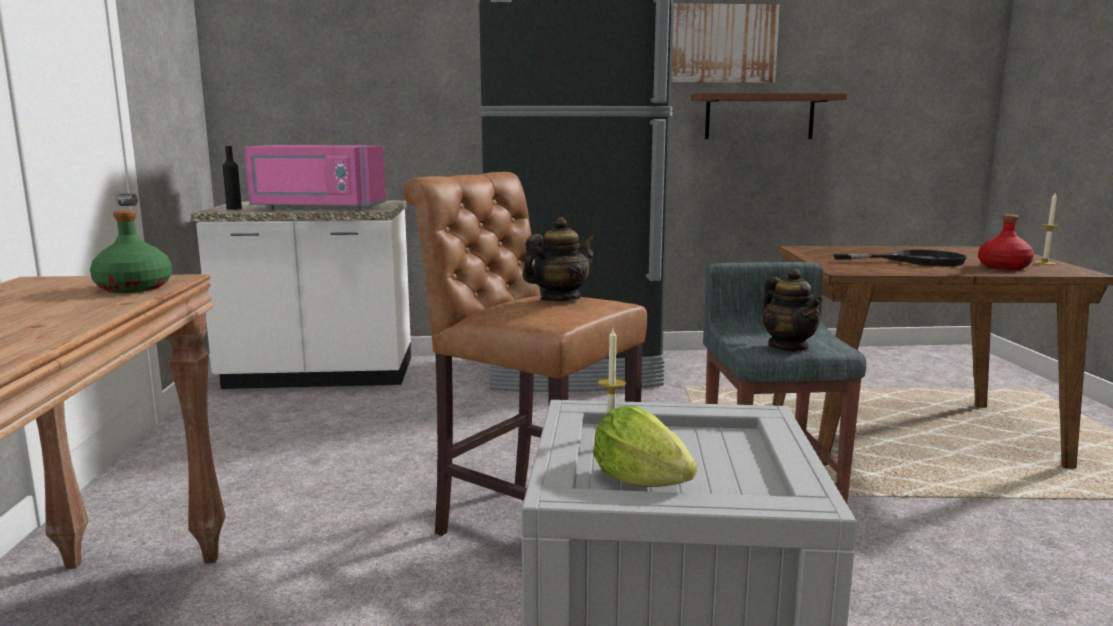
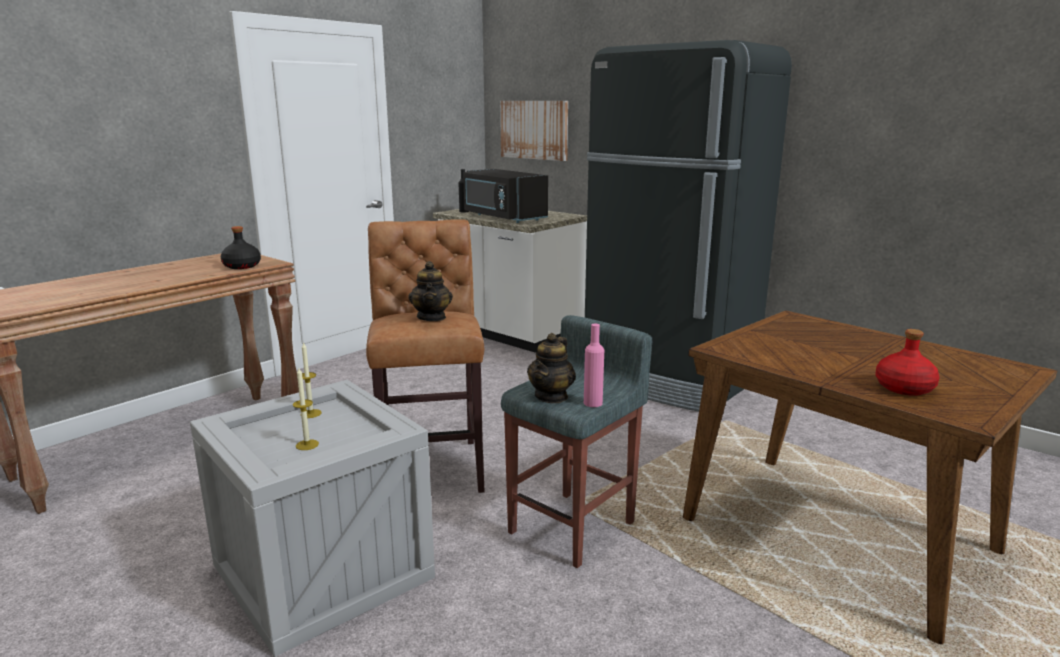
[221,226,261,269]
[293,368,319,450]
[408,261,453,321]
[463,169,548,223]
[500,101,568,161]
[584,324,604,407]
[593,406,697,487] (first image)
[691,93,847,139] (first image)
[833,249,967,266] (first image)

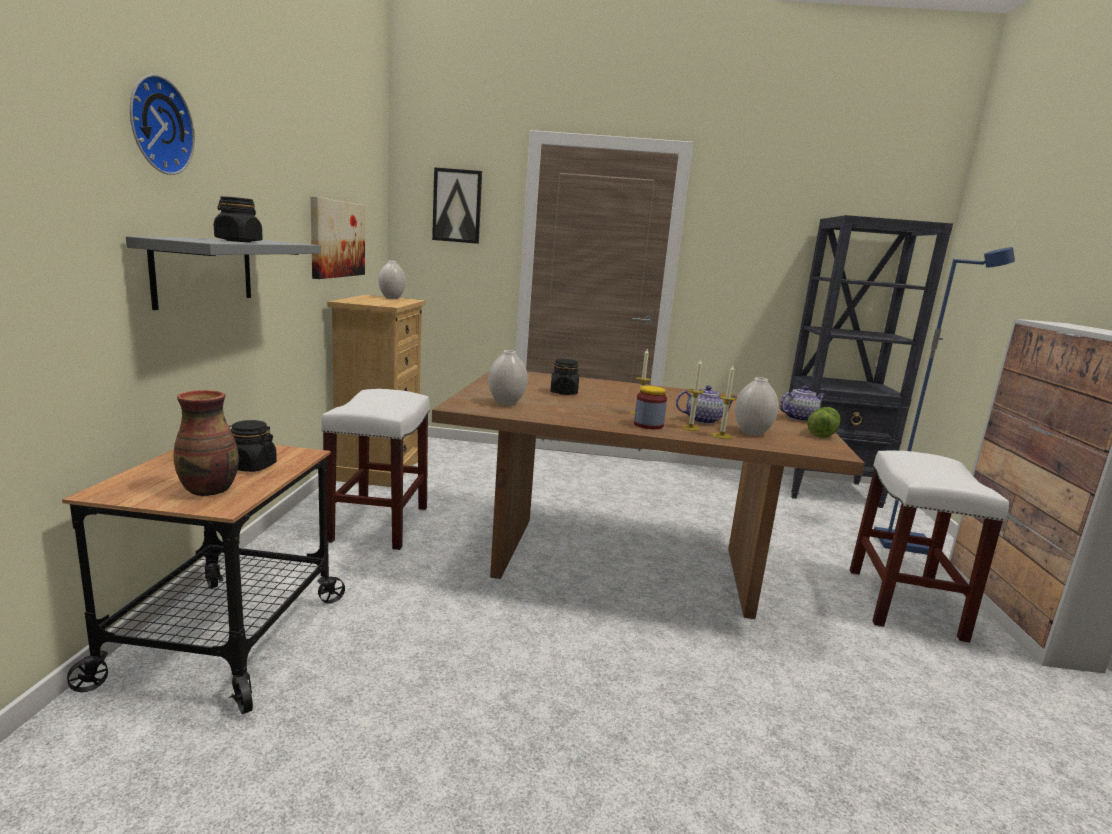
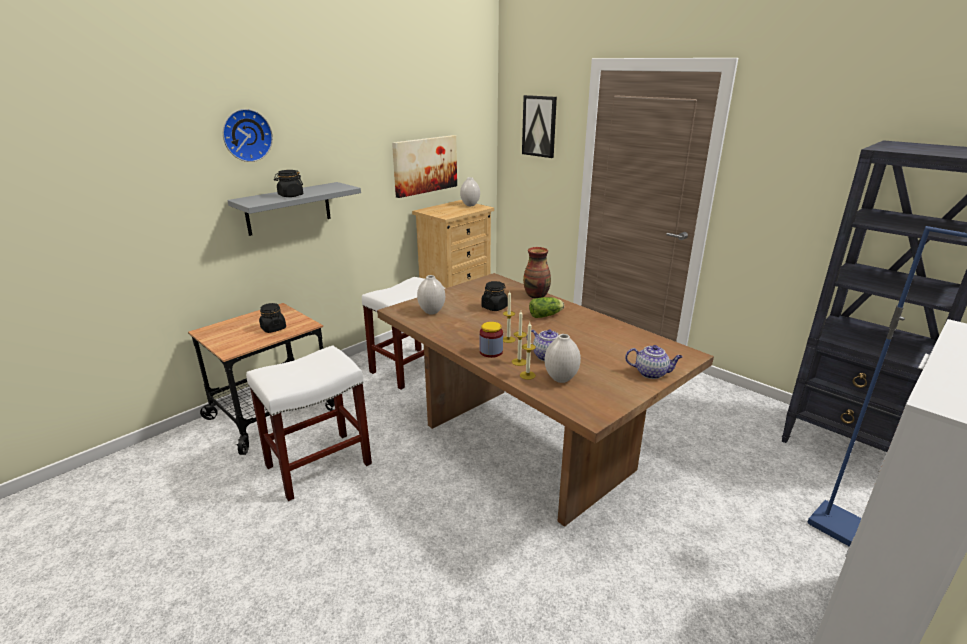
[246,346,372,502]
[523,247,551,298]
[529,297,564,318]

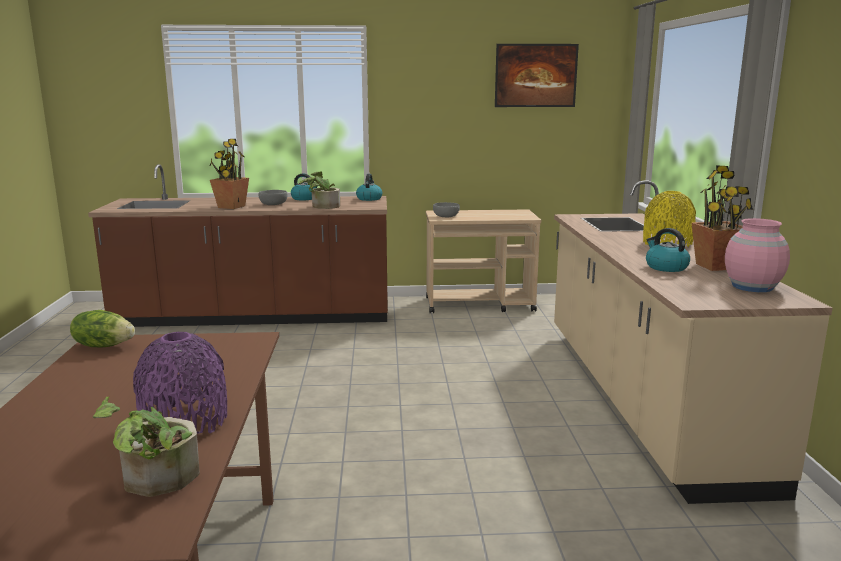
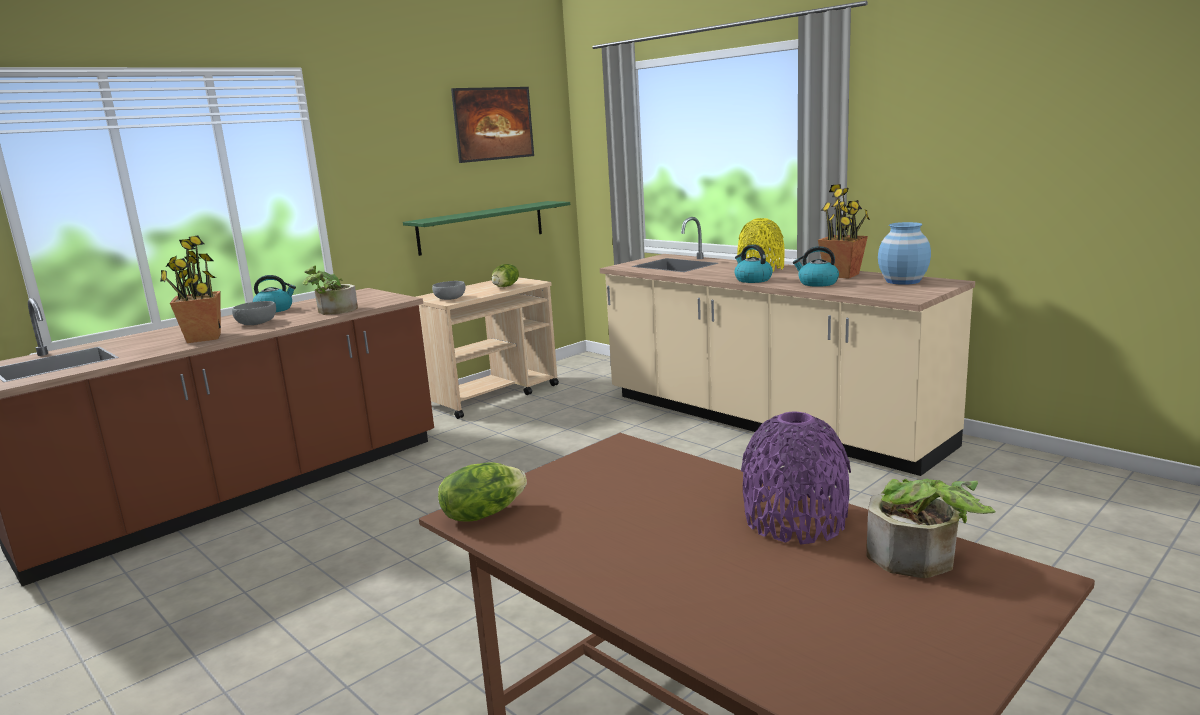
[403,201,570,256]
[492,264,519,287]
[734,244,773,283]
[878,222,931,285]

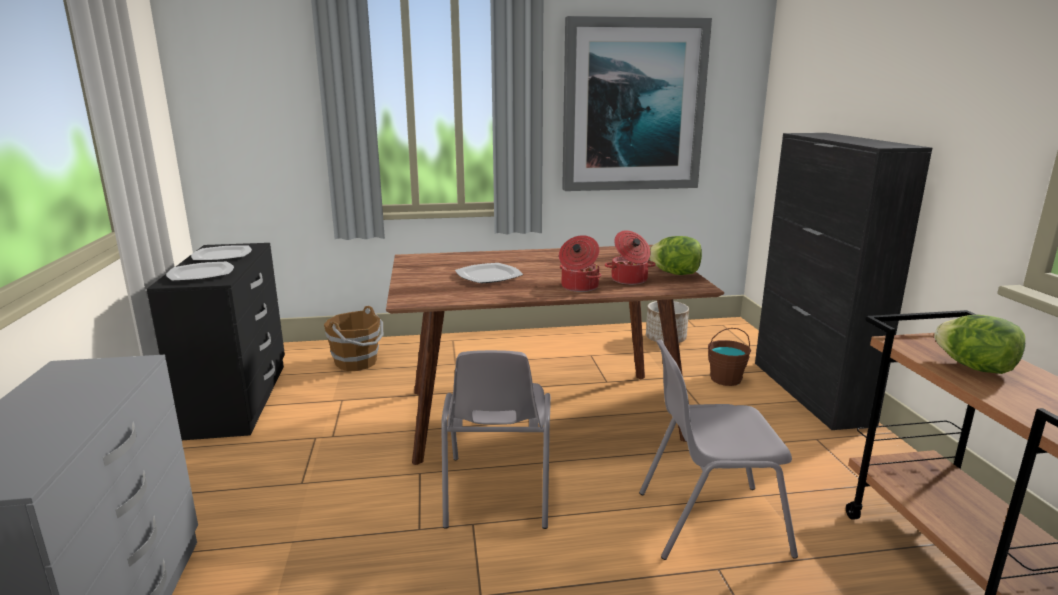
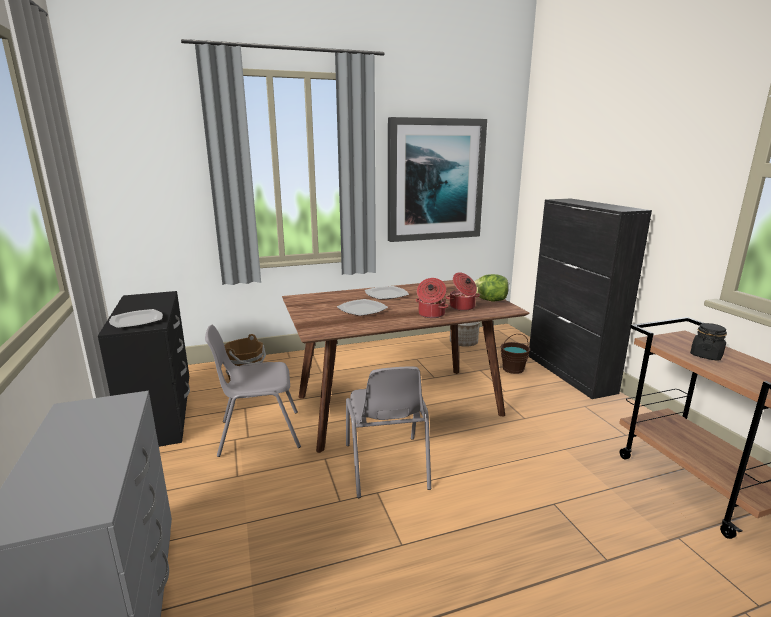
[205,325,301,457]
[365,286,409,300]
[690,323,727,360]

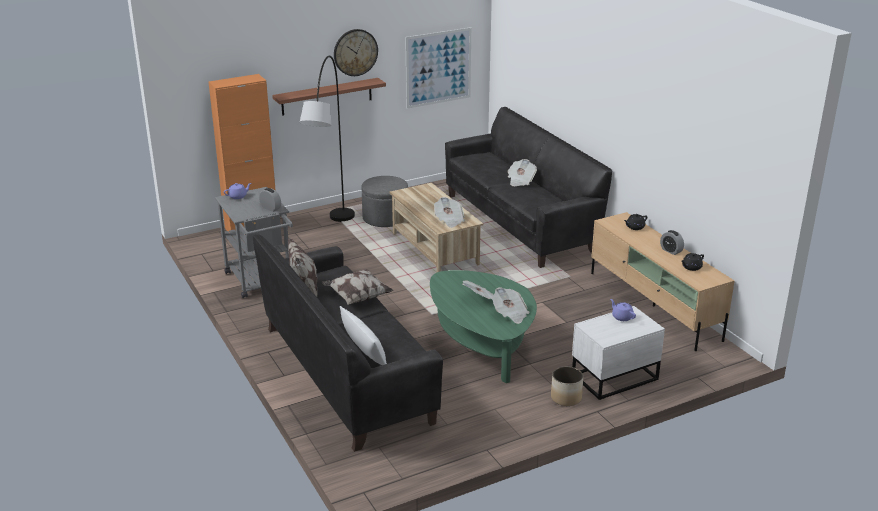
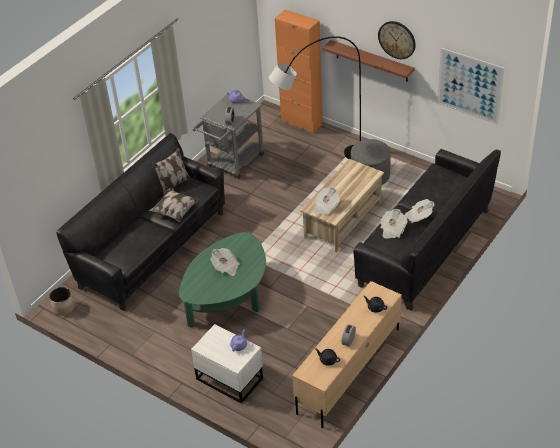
[49,287,75,316]
[380,209,408,239]
[340,306,387,365] (first image)

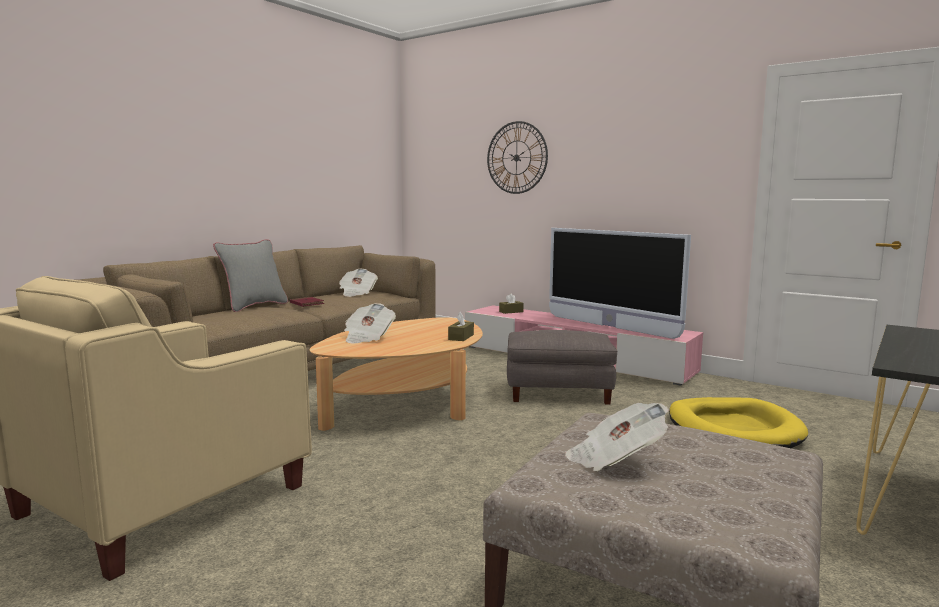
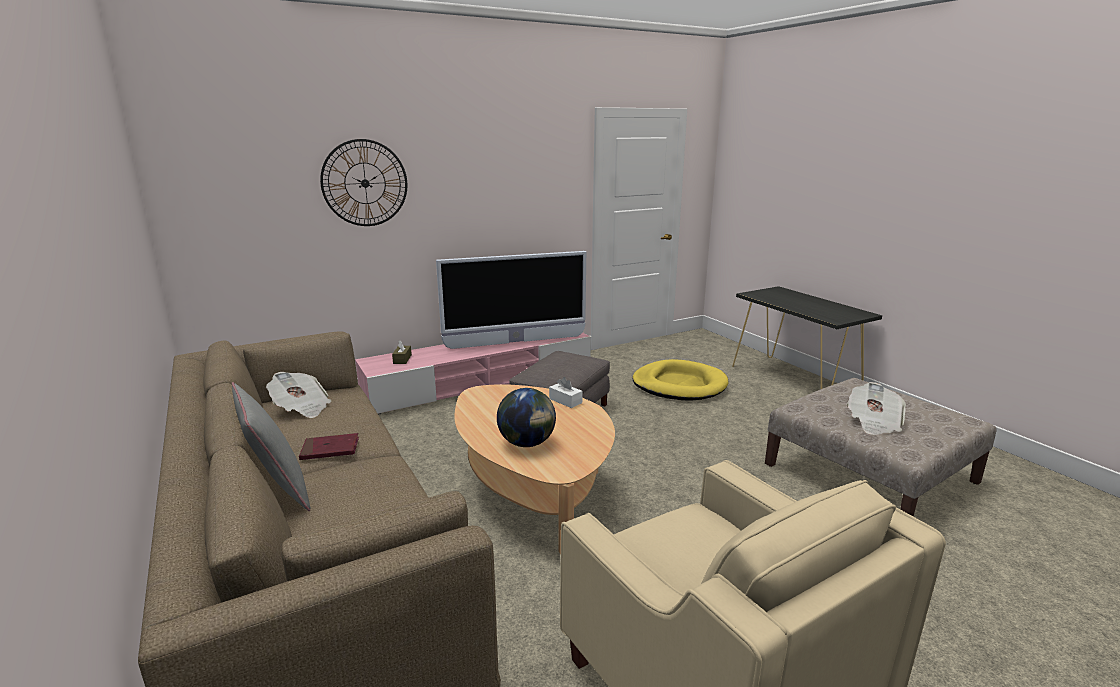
[497,388,556,447]
[549,377,583,408]

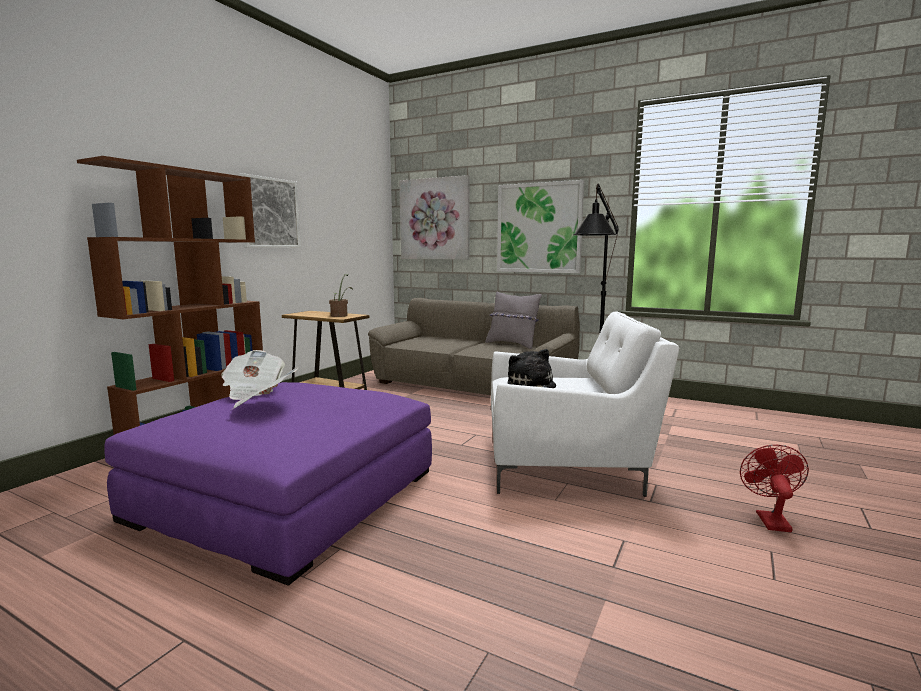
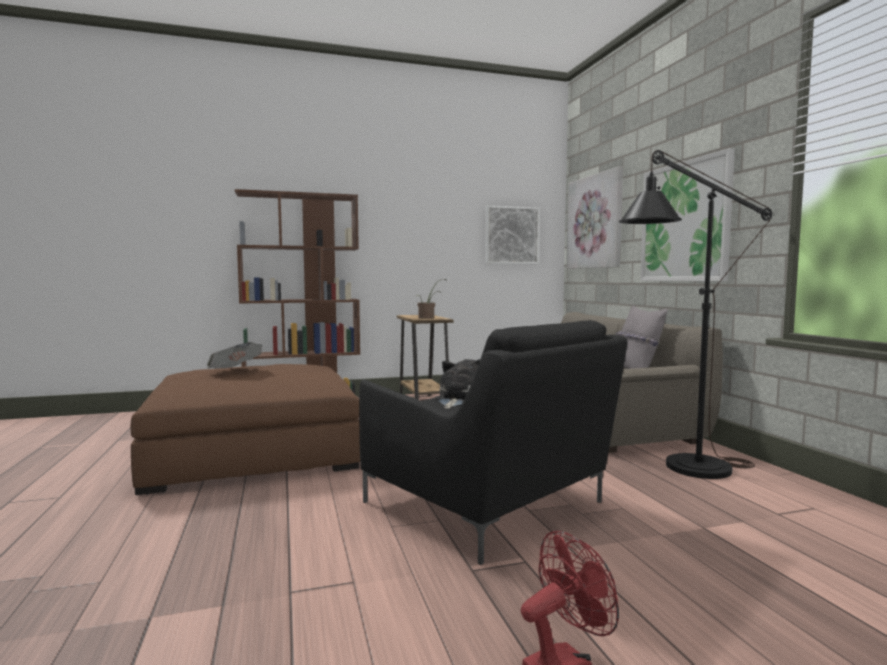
[131,364,360,495]
[359,320,628,565]
[485,205,540,264]
[221,350,285,400] (first image)

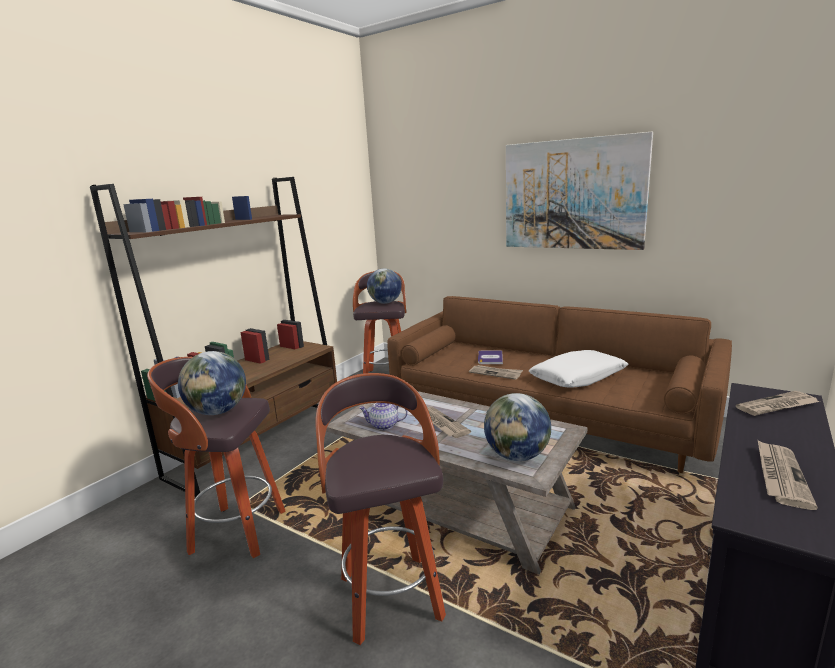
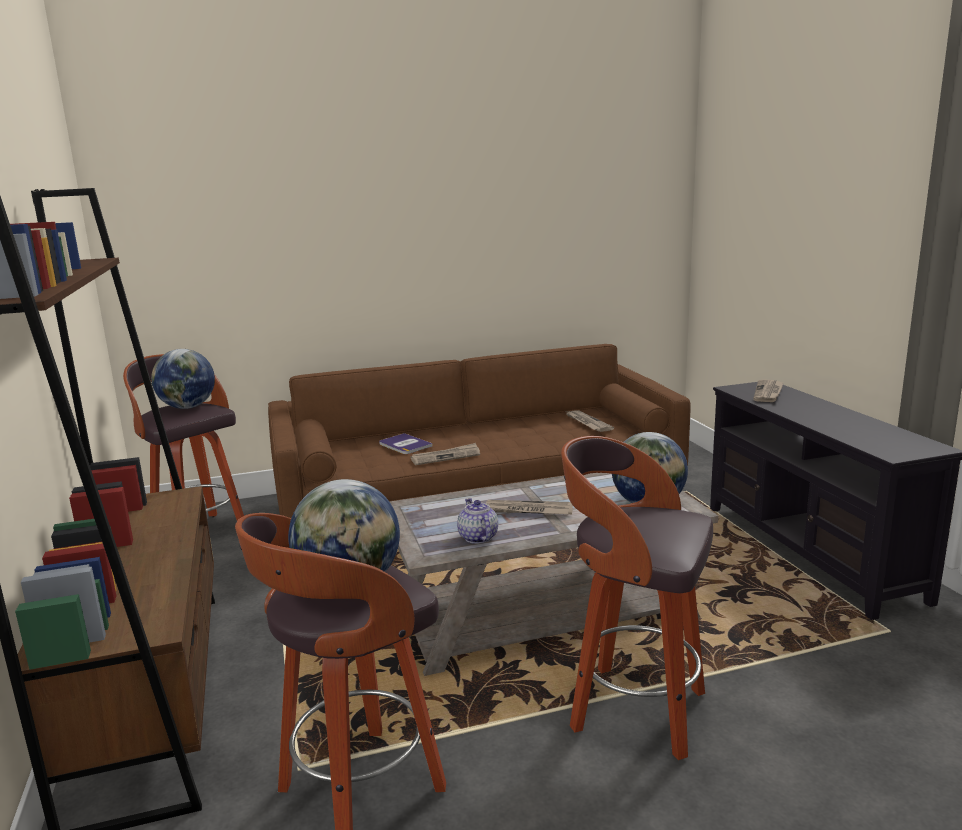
[457,498,498,544]
[566,410,614,432]
[506,132,653,250] (first image)
[529,350,628,388] (first image)

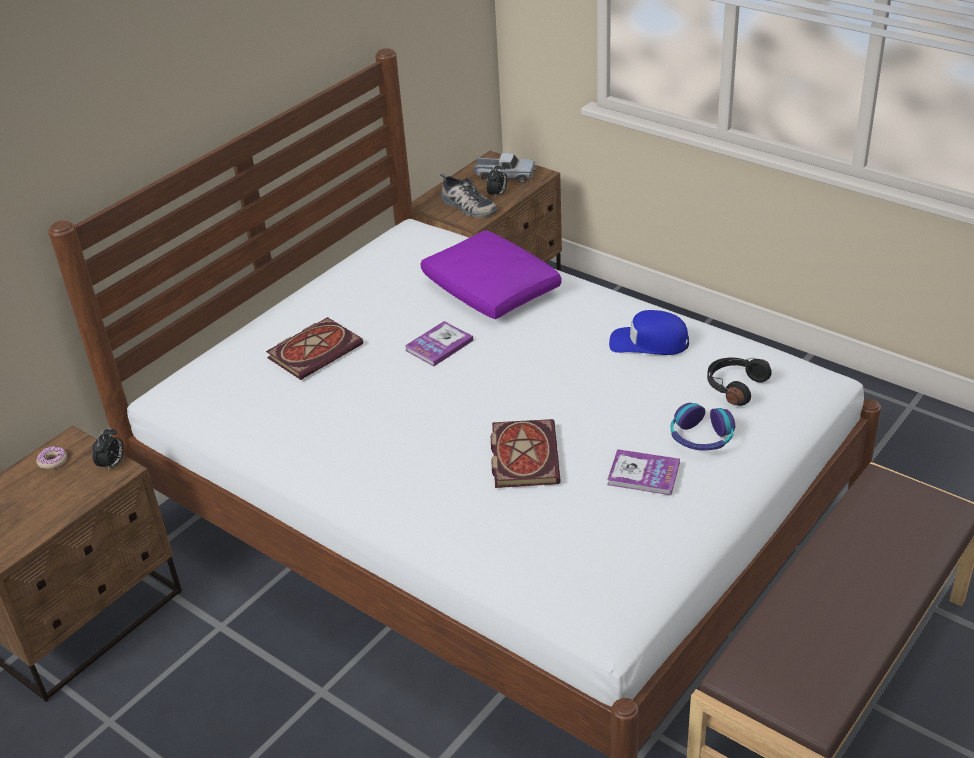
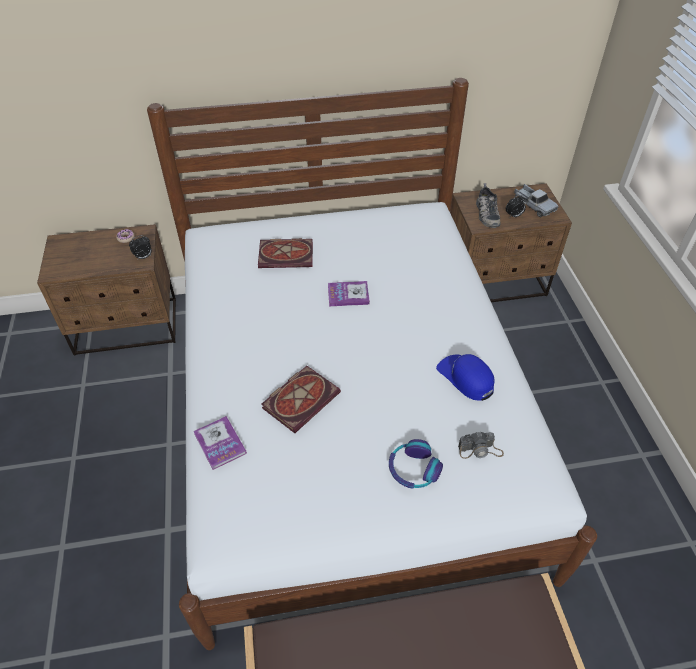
[193,416,247,470]
[458,432,504,459]
[421,230,562,319] (first image)

